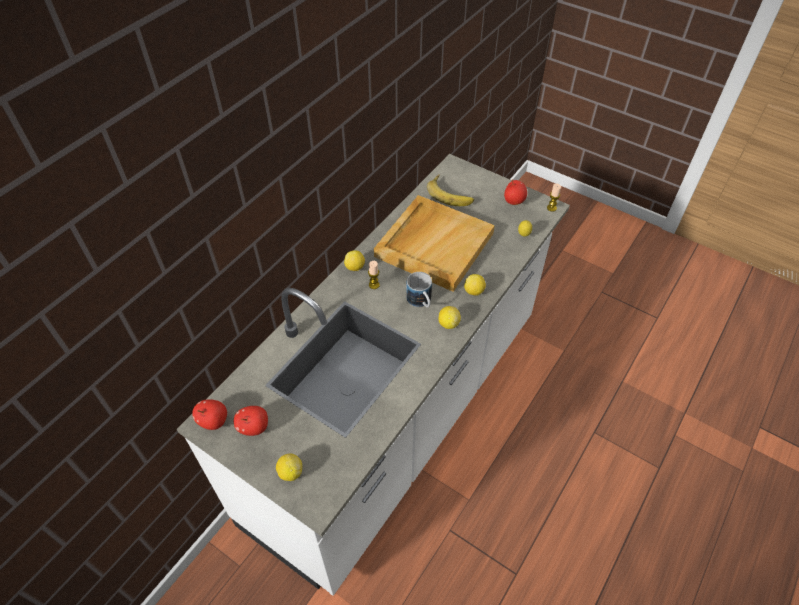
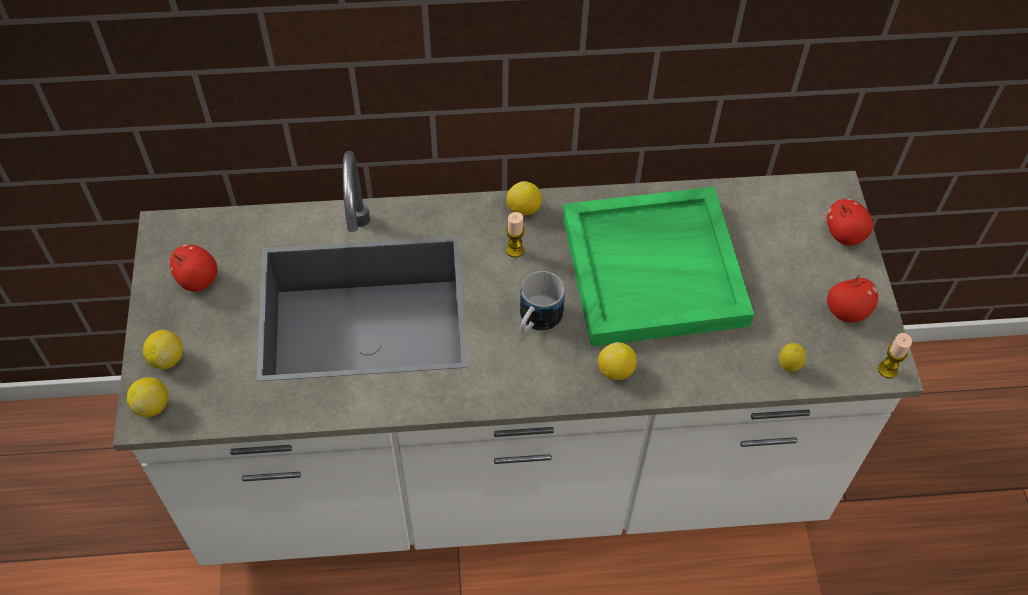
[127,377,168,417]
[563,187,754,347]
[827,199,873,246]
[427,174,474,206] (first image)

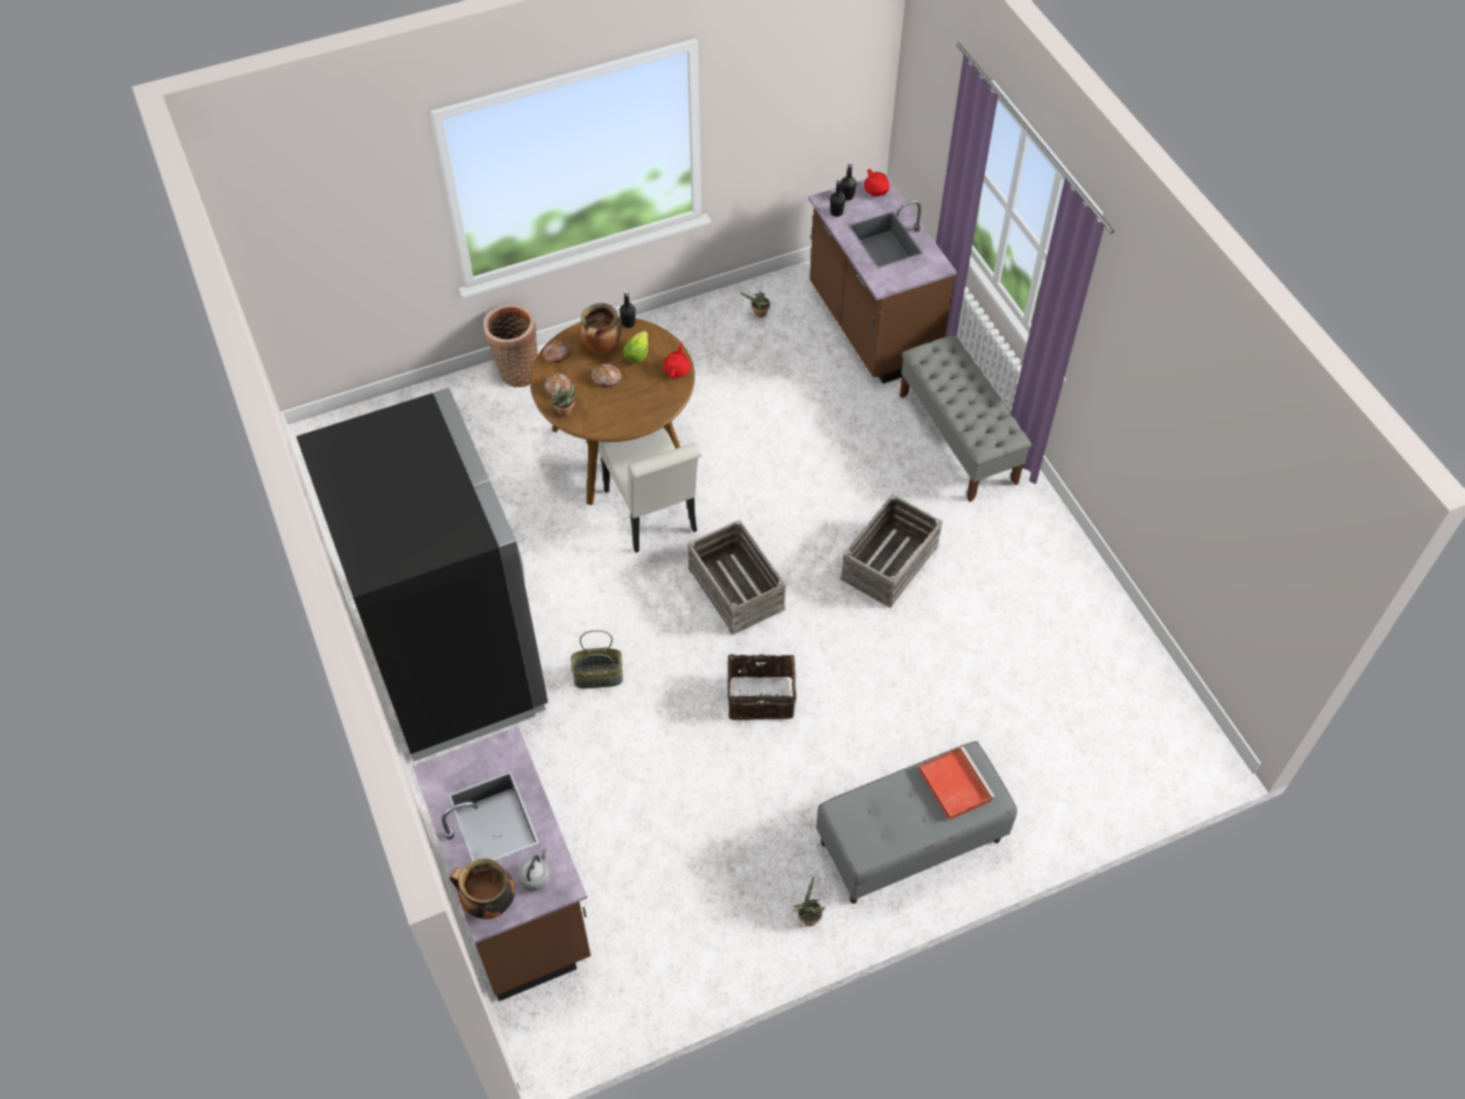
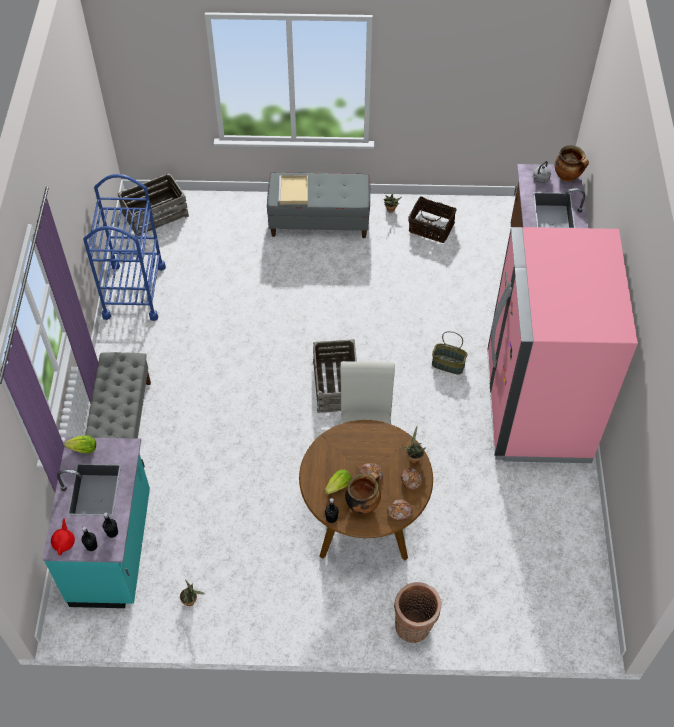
[42,437,150,608]
[64,435,96,453]
[83,174,166,321]
[118,173,189,236]
[278,175,308,204]
[408,196,457,243]
[487,227,638,463]
[663,342,690,379] (first image)

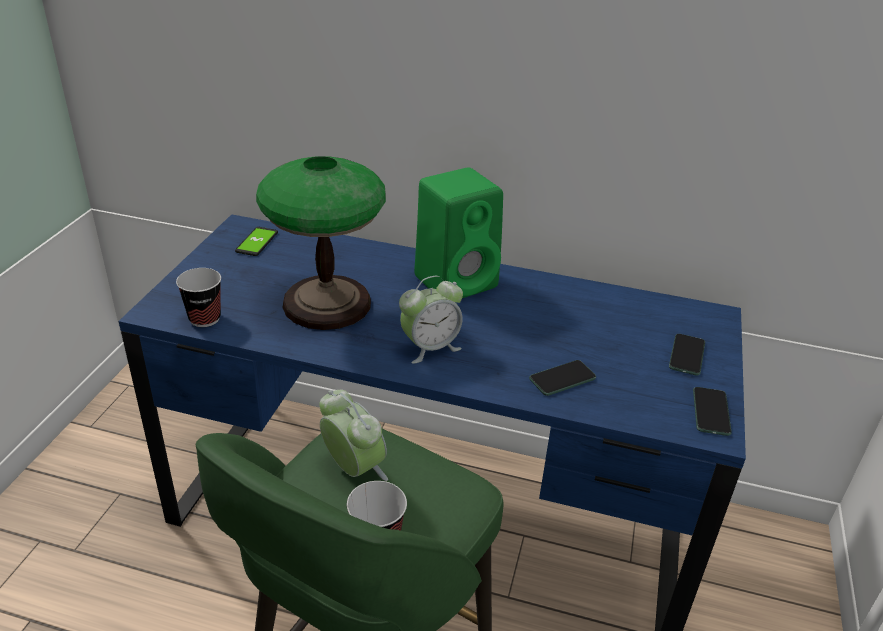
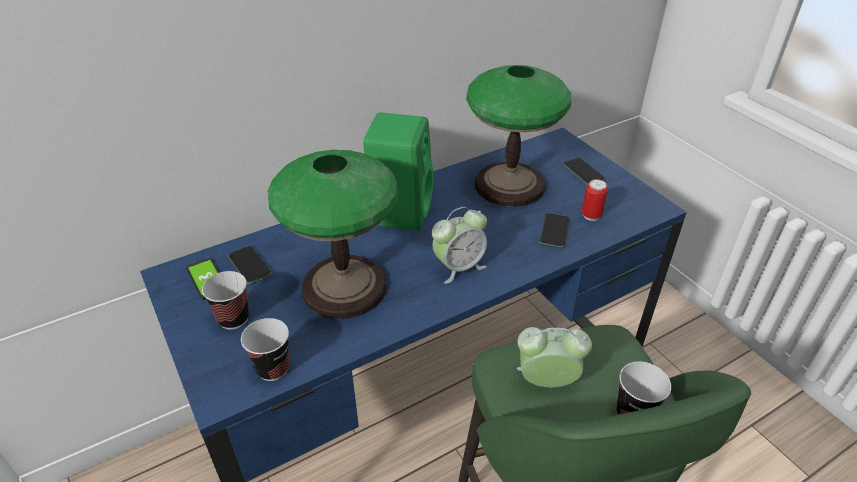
[202,271,249,330]
[228,246,273,285]
[432,207,487,284]
[466,65,571,207]
[582,179,608,221]

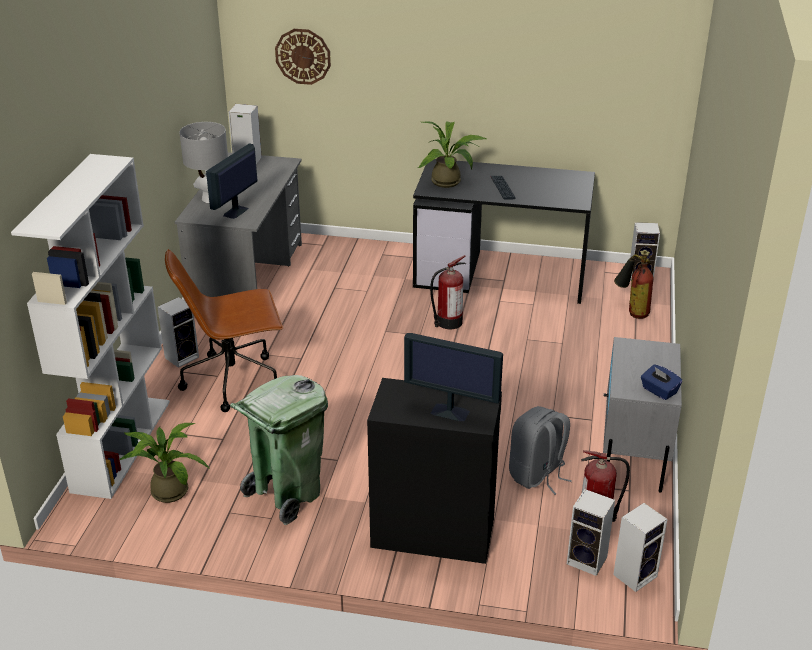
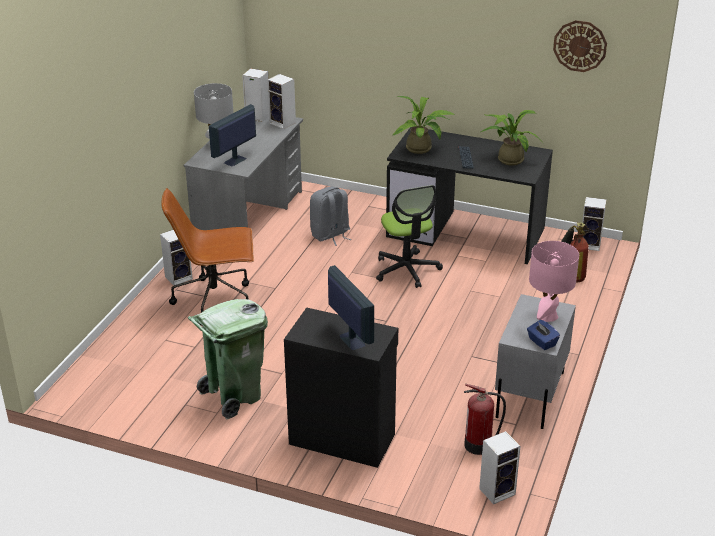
[267,74,296,129]
[310,186,351,246]
[328,265,374,350]
[376,185,443,288]
[481,110,544,166]
[529,241,579,322]
[553,20,607,72]
[11,154,170,499] (first image)

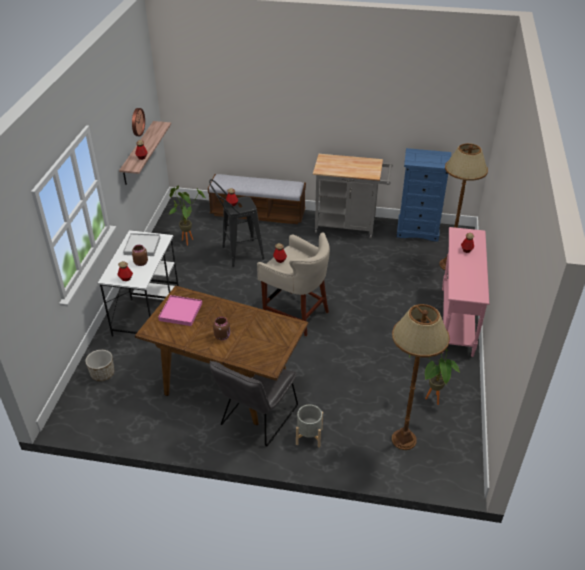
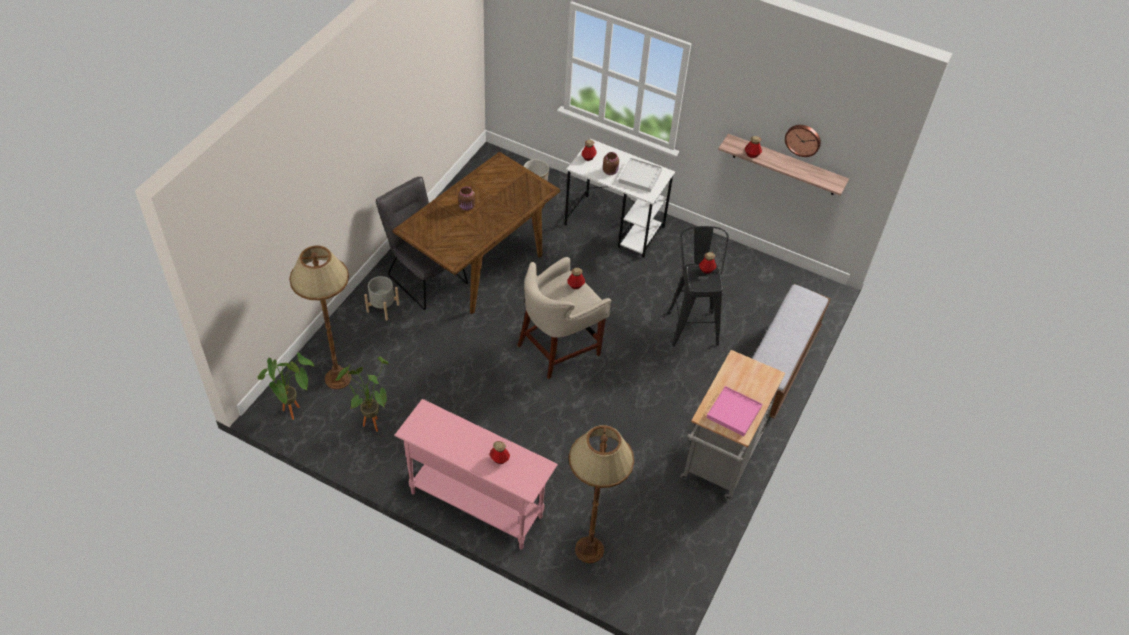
[257,353,315,420]
[706,386,762,437]
[397,148,451,242] (first image)

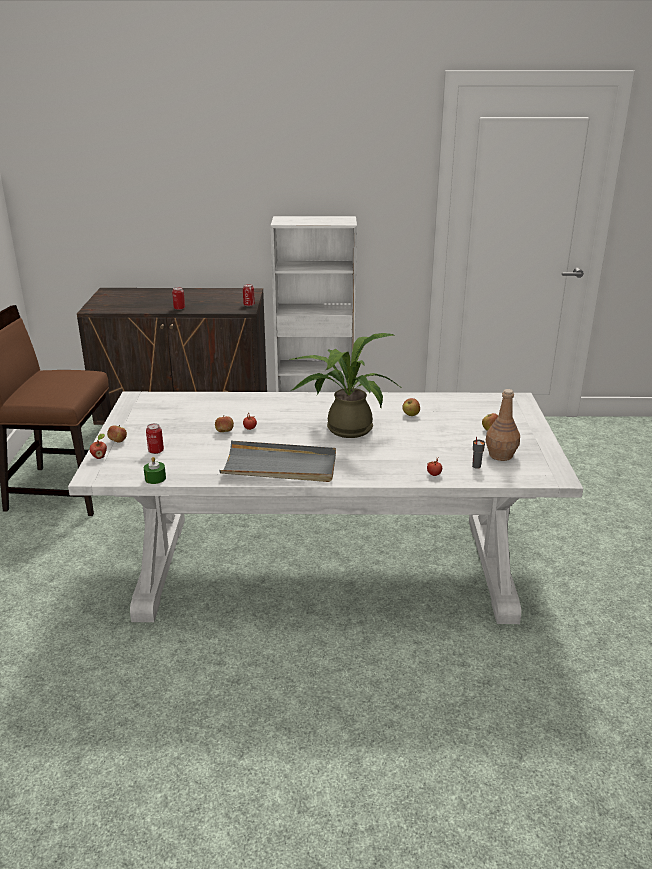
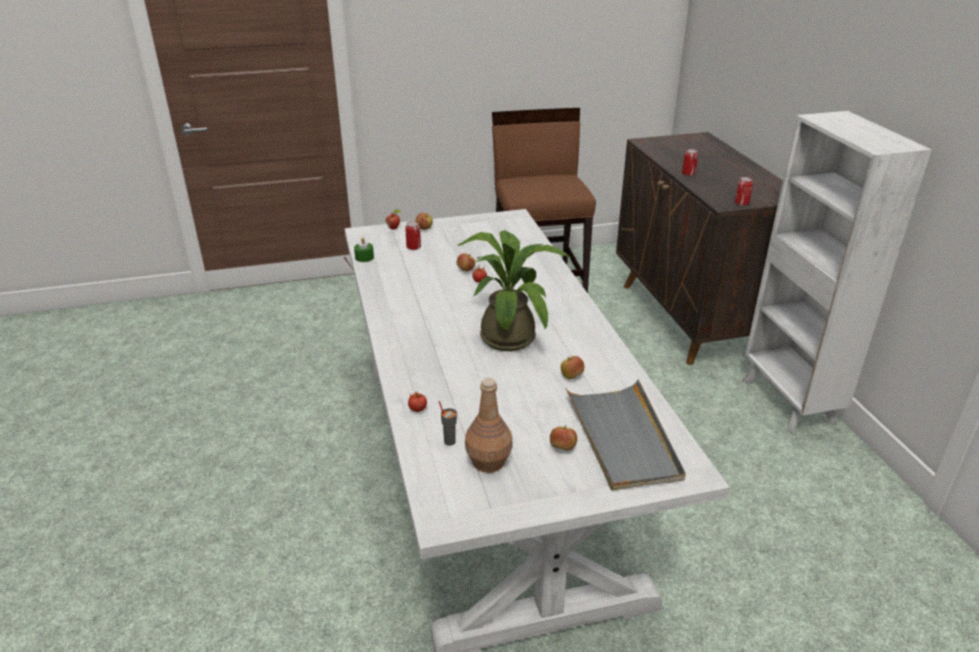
[566,379,686,490]

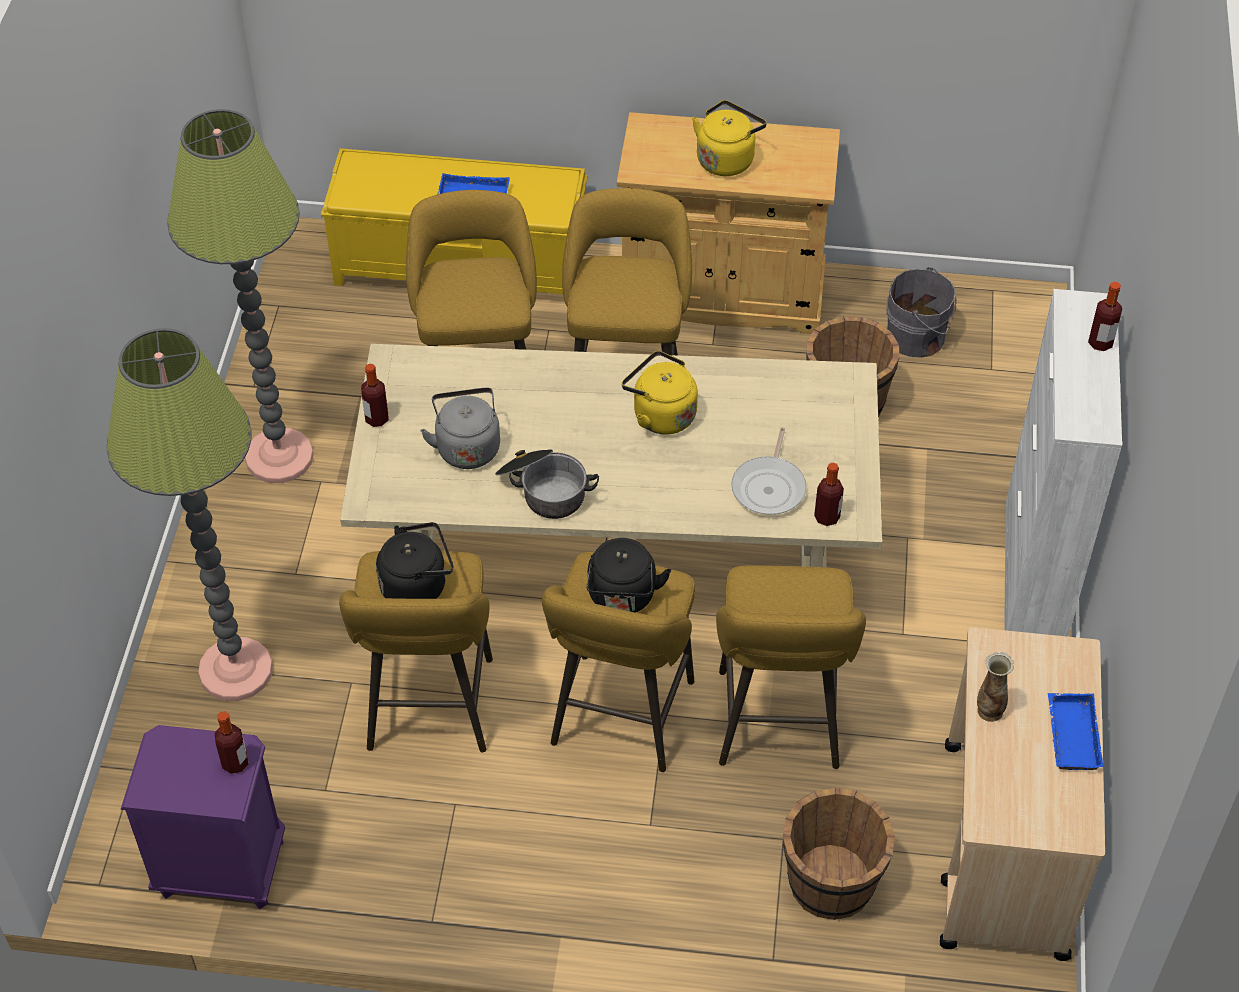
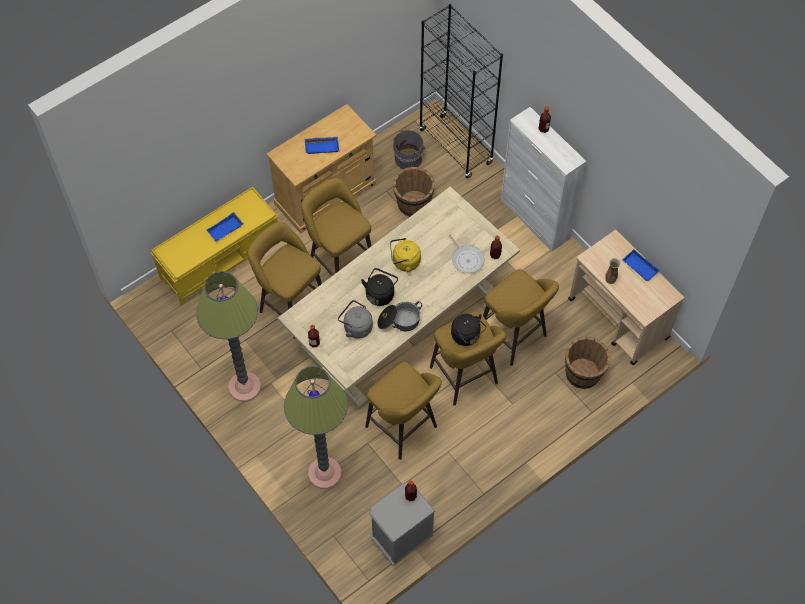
[305,137,339,154]
[361,268,398,306]
[369,482,435,566]
[419,4,503,179]

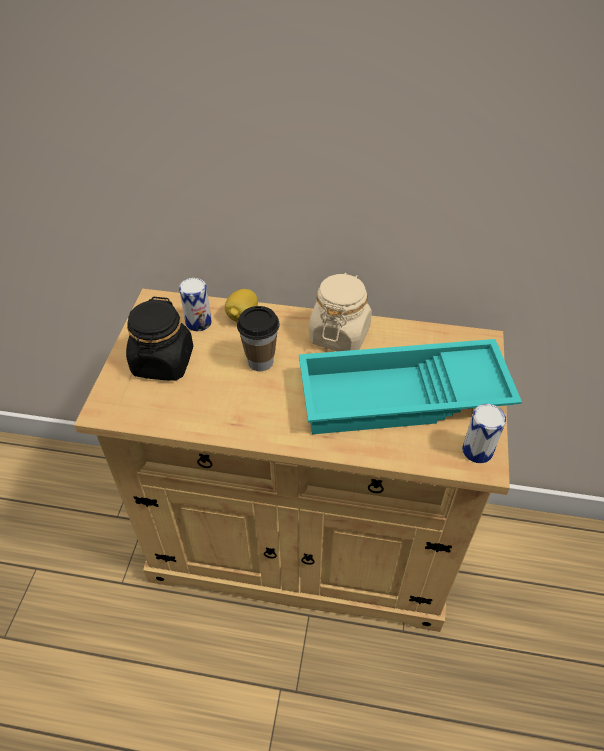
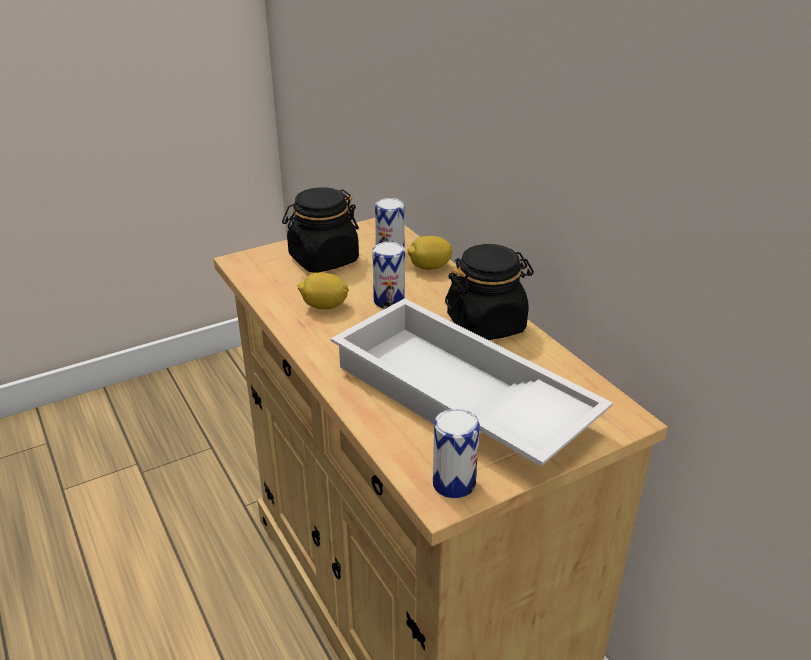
[298,273,349,309]
[331,298,613,466]
[372,242,405,309]
[445,244,534,340]

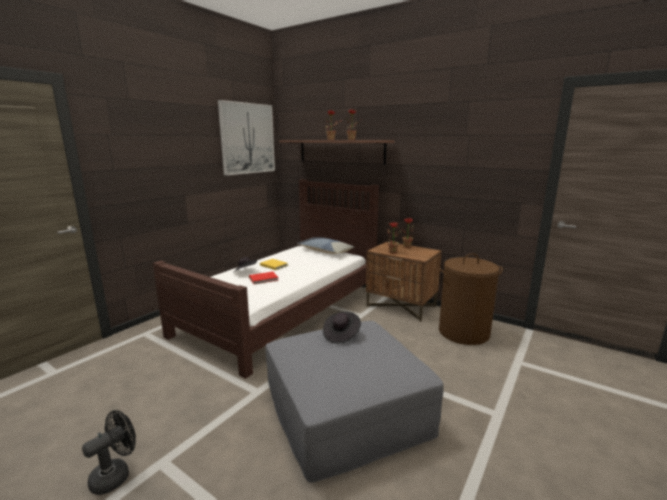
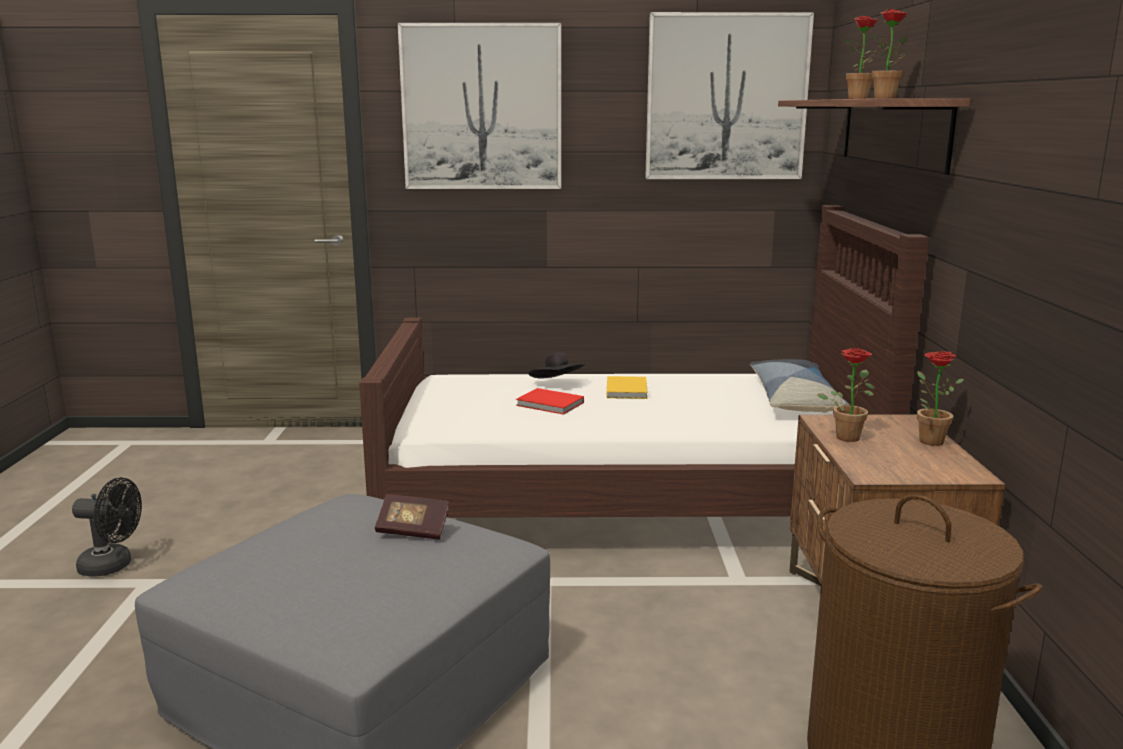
[375,494,449,540]
[398,23,561,189]

